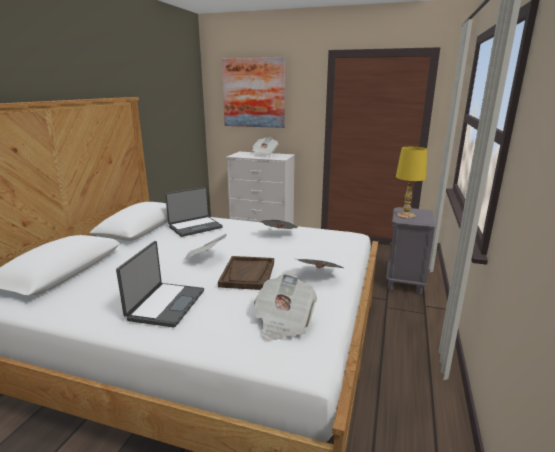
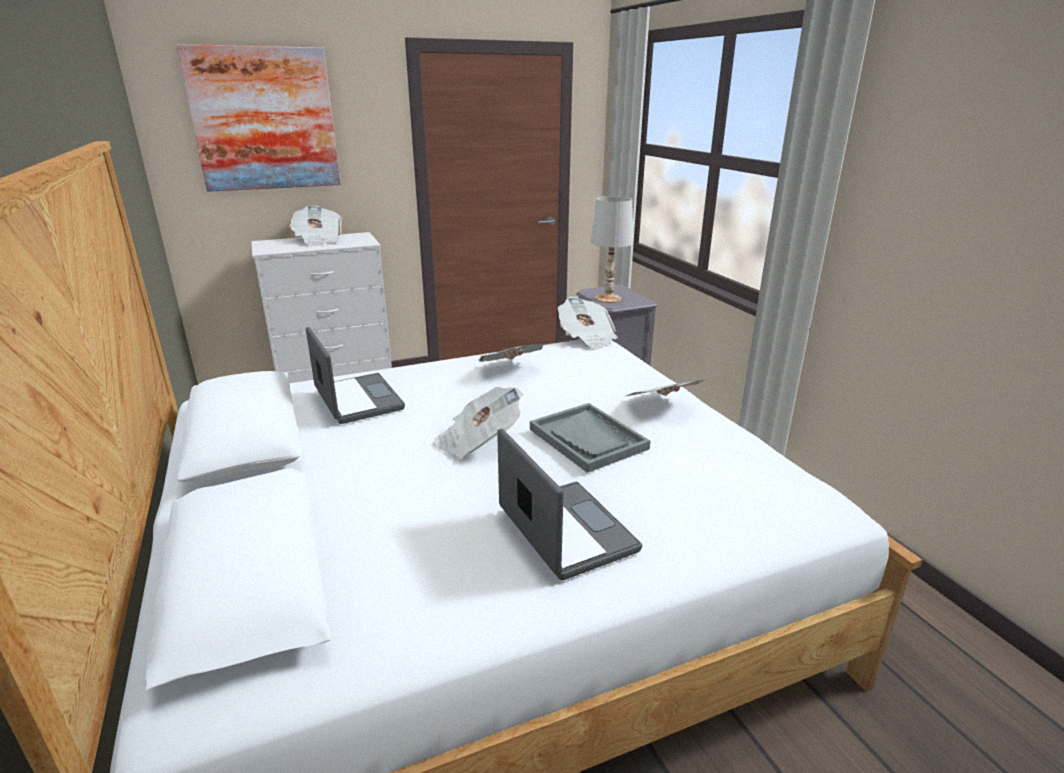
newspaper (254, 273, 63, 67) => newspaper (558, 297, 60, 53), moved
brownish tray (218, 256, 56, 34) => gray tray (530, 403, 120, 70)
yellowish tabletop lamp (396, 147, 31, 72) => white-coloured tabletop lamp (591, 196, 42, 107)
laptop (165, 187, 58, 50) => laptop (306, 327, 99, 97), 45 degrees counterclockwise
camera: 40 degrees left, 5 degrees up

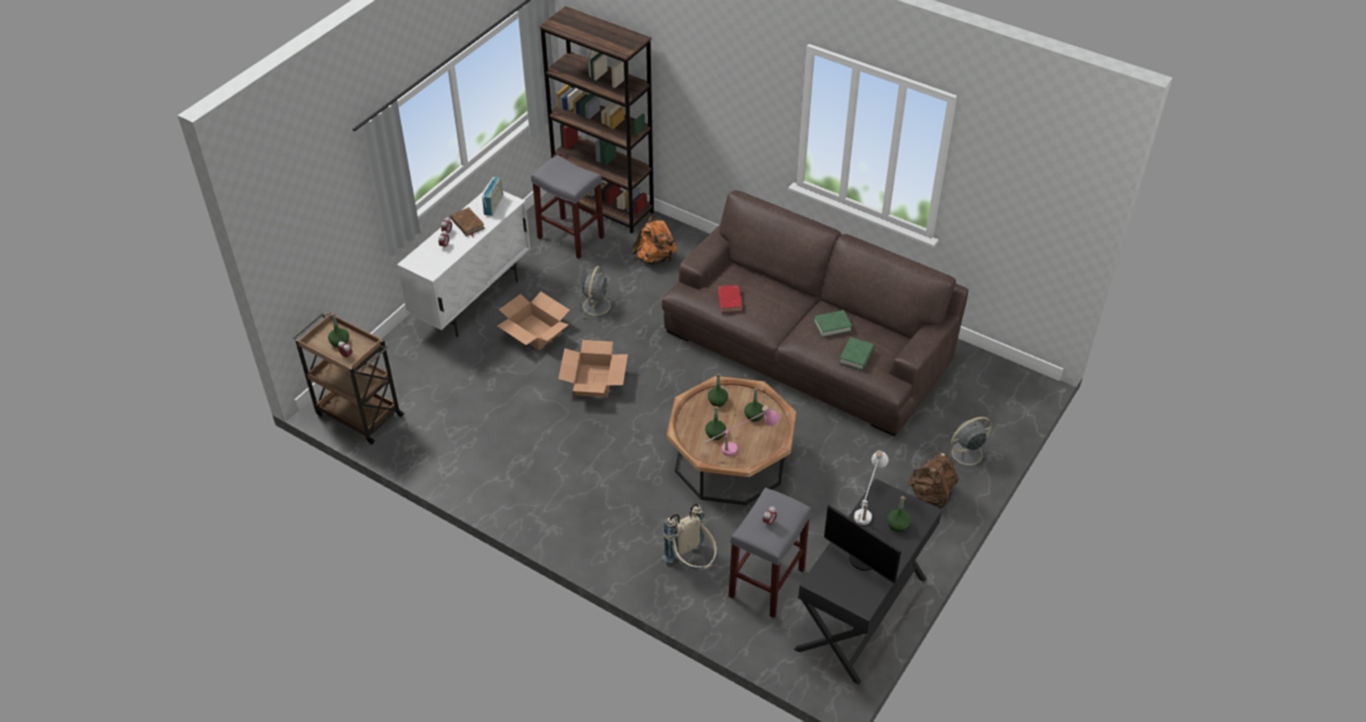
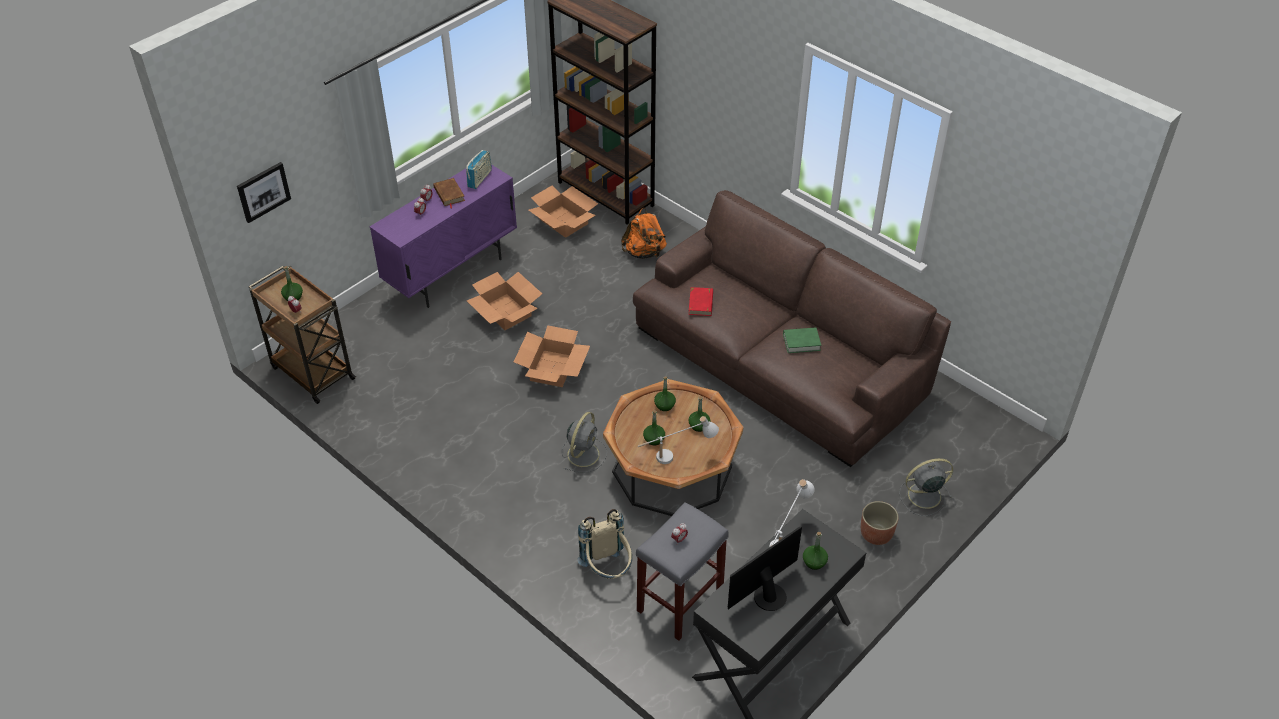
green book (839, 337, 35, 33) => nothing
nothing => wall picture (237, 162, 54, 61)
gray cooling fan (578, 266, 39, 54) => gray cooling fan (562, 412, 45, 61), moved
gray stool seat (531, 155, 73, 104) => carton (529, 185, 69, 53)
brownish rucksack (908, 453, 51, 56) => flower pot (861, 501, 38, 44)
white-coloured cabinet (397, 191, 133, 146) => purple-coloured cabinet (370, 164, 147, 144)
pink-coloured tabletop lamp (705, 406, 75, 50) => white-coloured tabletop lamp (638, 416, 81, 48)
computer screen (824, 504, 77, 79) => computer screen (728, 527, 74, 84), 90 degrees clockwise
camera: 10 degrees right, 0 degrees up

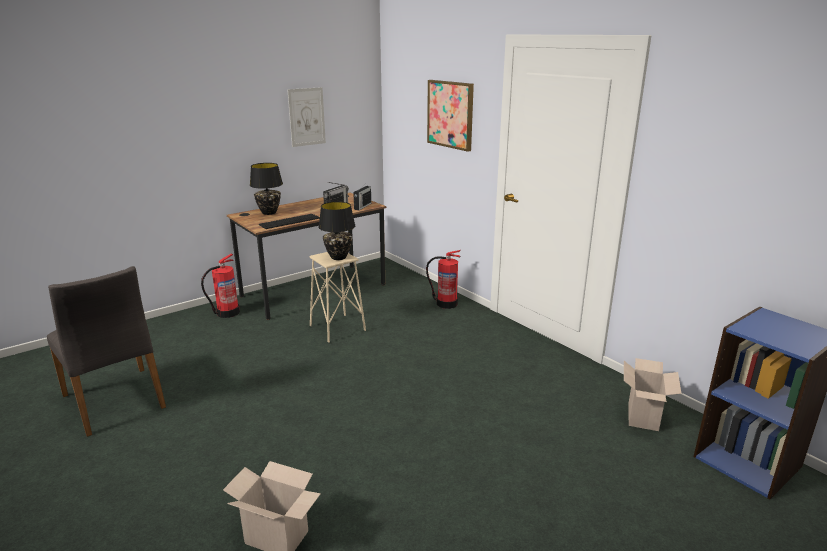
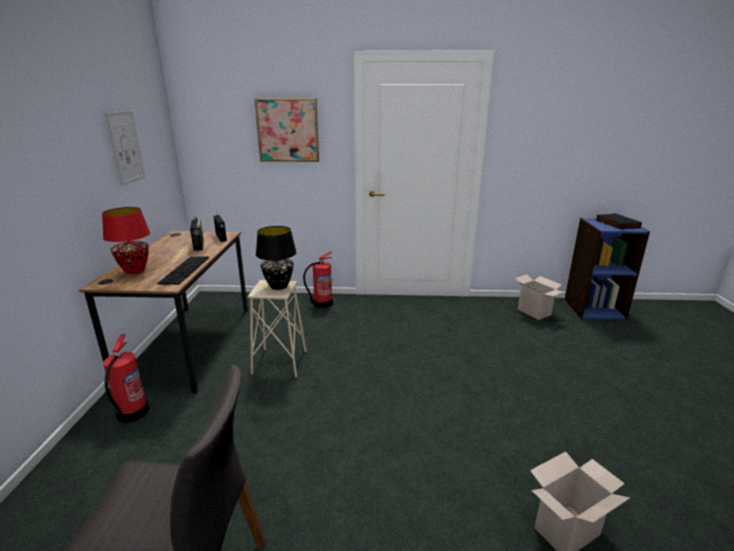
nothing => black book (595, 213, 47, 16)
black tabletop lamp (250, 163, 33, 52) => red-coloured tabletop lamp (102, 207, 48, 67)
camera: 50 degrees left, 0 degrees up

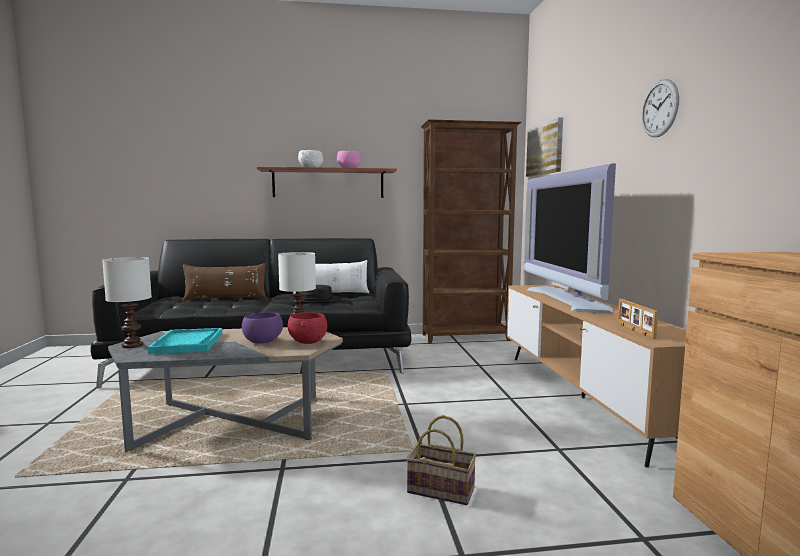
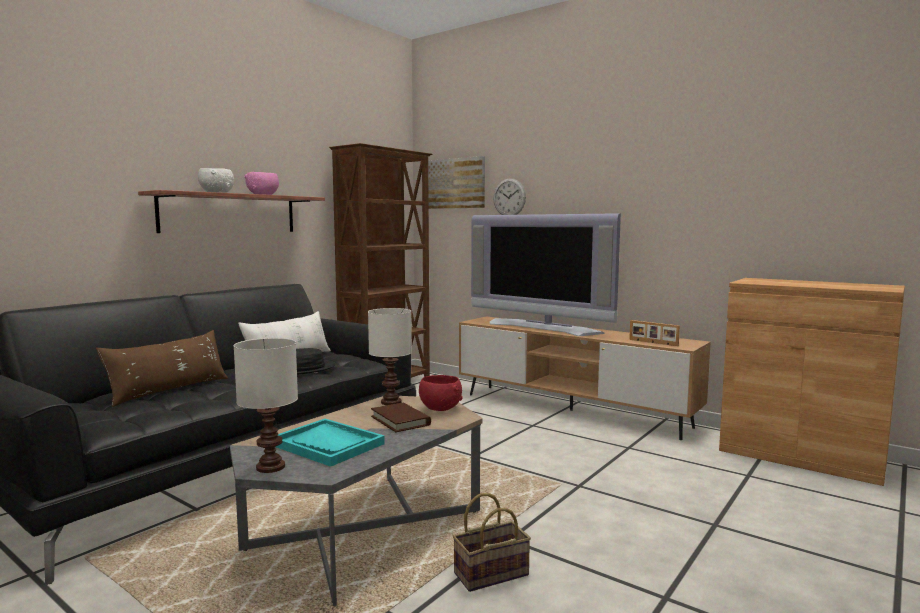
household basket (406, 415, 70, 90) => household basket (453, 493, 78, 99), moved
clock on the wall (642, 79, 37, 58) => clock on the wall (493, 178, 33, 37), moved
purple-coloured serving bowl (242, 312, 41, 32) => brownish book (371, 403, 60, 29)
camera: 45 degrees left, 0 degrees up

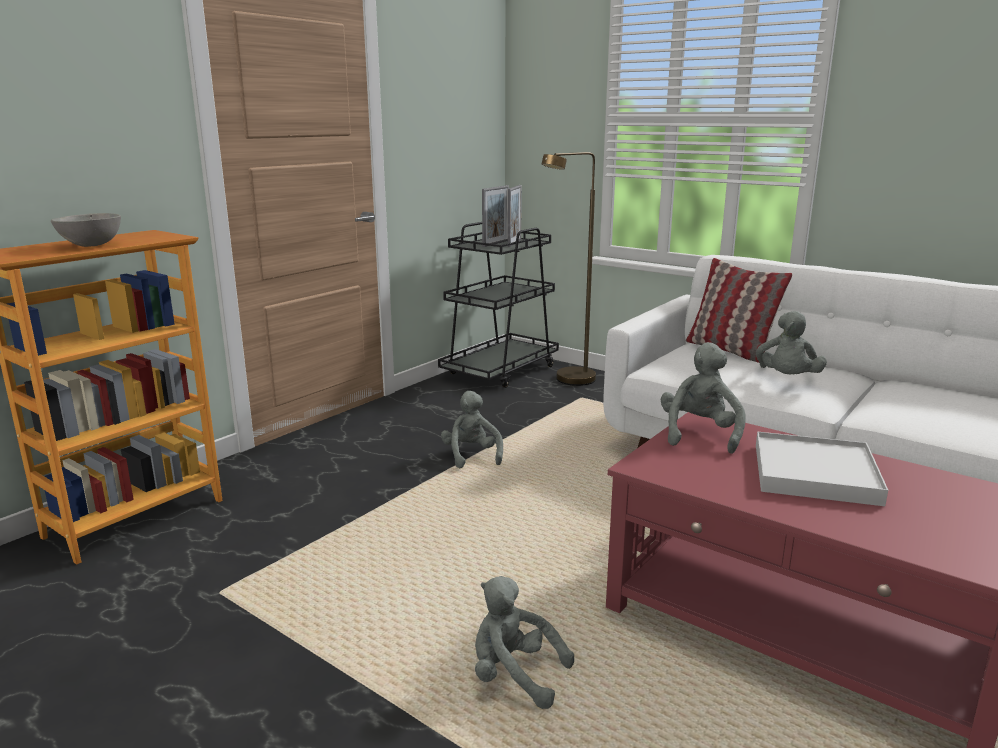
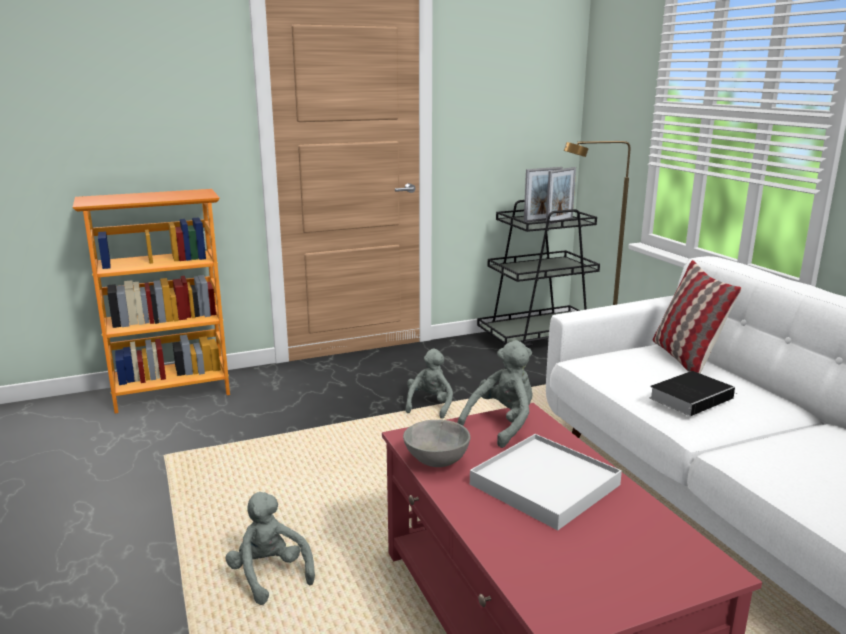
gray serving bowl (51, 213, 70, 34) => gray serving bowl (403, 420, 67, 47), moved
gray cuddly toy (756, 311, 71, 64) => book (649, 371, 86, 45)
camera: 30 degrees right, 0 degrees up

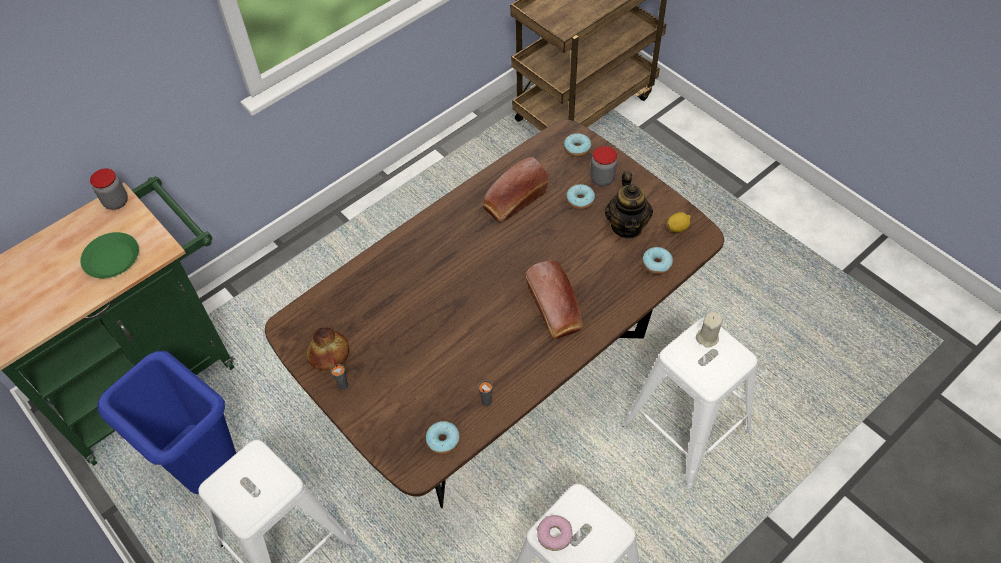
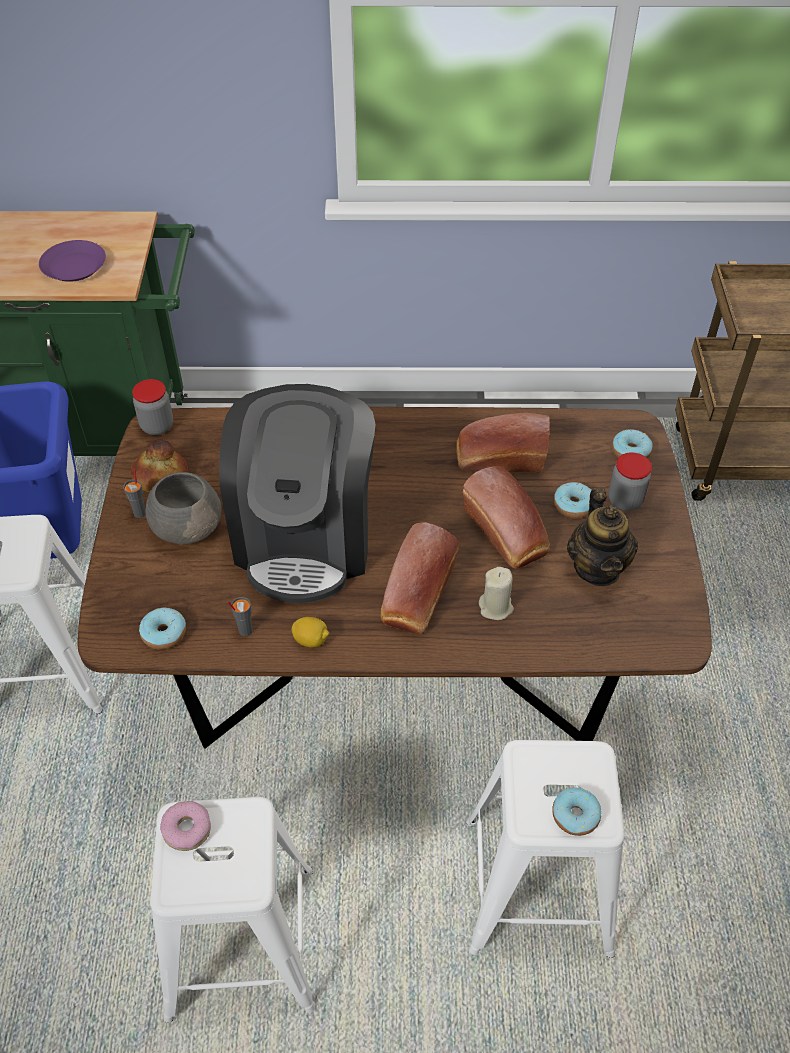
nothing => gray serving bowl (145, 472, 76, 73)
nothing => coffee brewer (219, 384, 156, 220)
nothing => bread (462, 466, 88, 103)
preserve jar (90, 168, 38, 42) => preserve jar (132, 379, 41, 56), moved
doughnut (642, 247, 31, 27) => doughnut (552, 787, 49, 49), moved
citrus fruit (667, 212, 24, 21) => citrus fruit (291, 617, 38, 31), moved
sand-coloured wax light (696, 311, 27, 37) => sand-coloured wax light (479, 567, 35, 53), moved
green flat dish (80, 232, 59, 46) => purple-coloured flat dish (39, 240, 67, 42)
pot for tea (605, 172, 48, 67) => pot for tea (567, 487, 71, 99), 45 degrees counterclockwise
camera: 40 degrees right, 5 degrees down

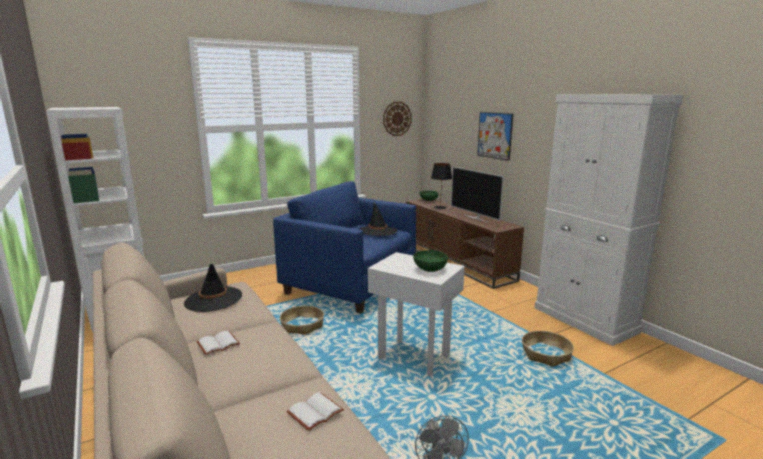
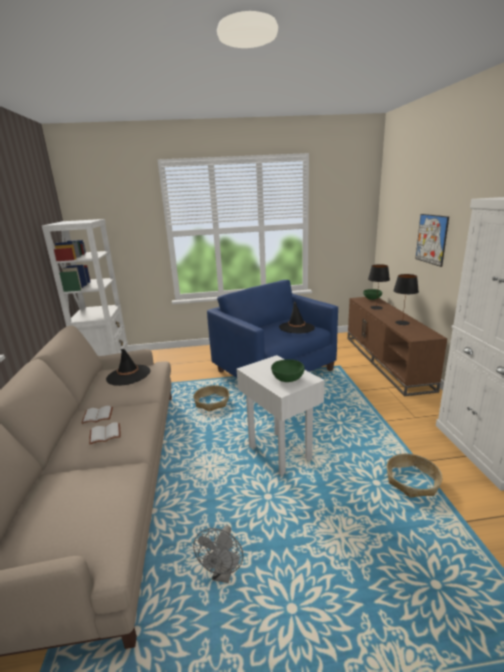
clock on the wall (383, 102, 29, 34) => nothing
white-coloured book (287, 392, 57, 39) => white-coloured book (89, 422, 32, 23), moved
television (451, 167, 53, 55) => black tabletop lamp (393, 274, 26, 51)
camera: 25 degrees right, 5 degrees up

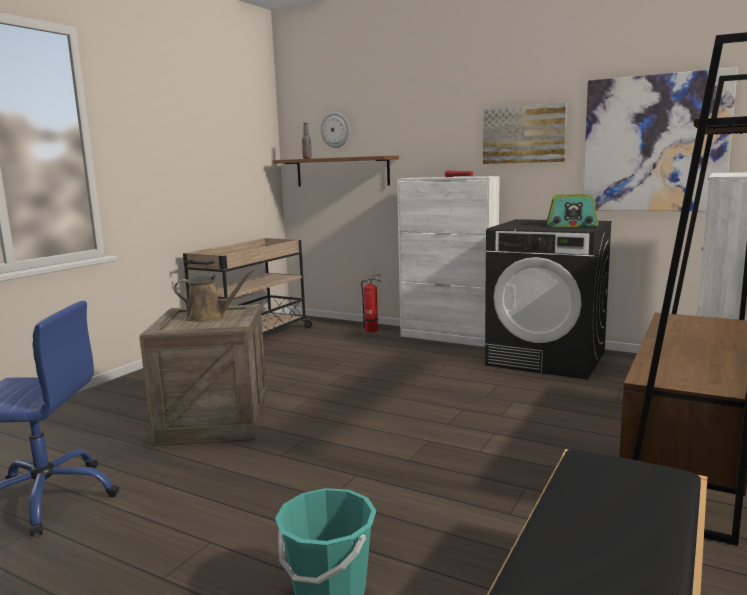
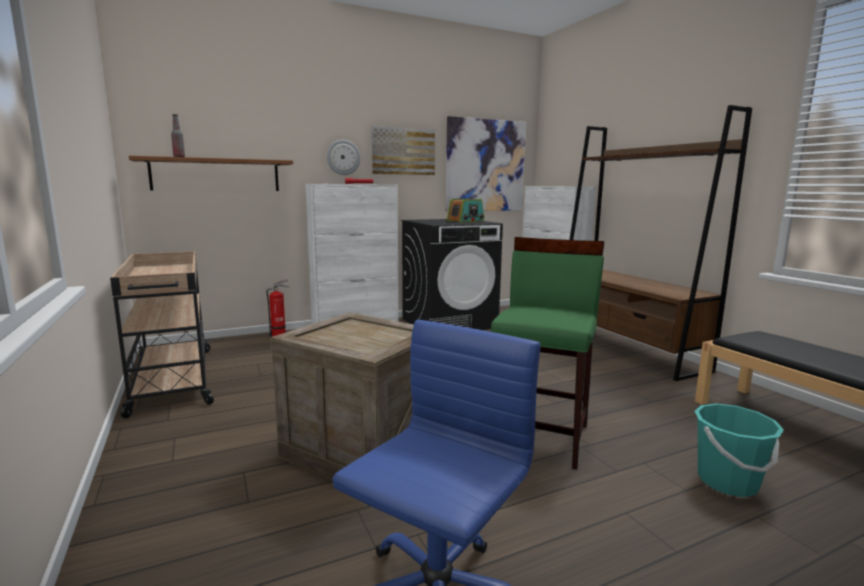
brownish watering pot (174, 269, 81, 53) => nothing
nothing => green stool seat (491, 237, 114, 233)
clock on the wall (321, 112, 29, 36) => clock on the wall (327, 140, 33, 35), moved
camera: 55 degrees left, 0 degrees up

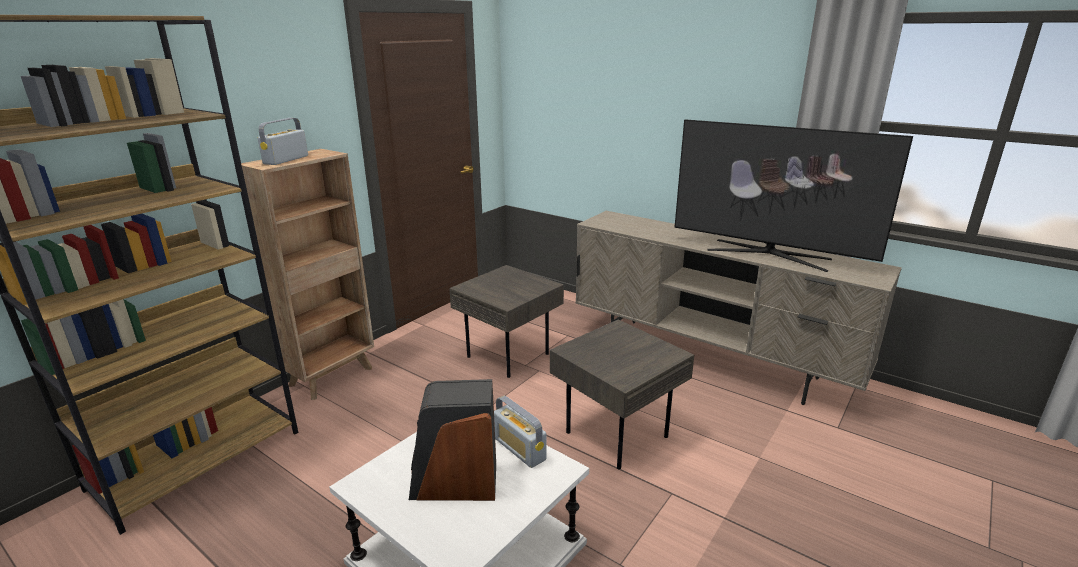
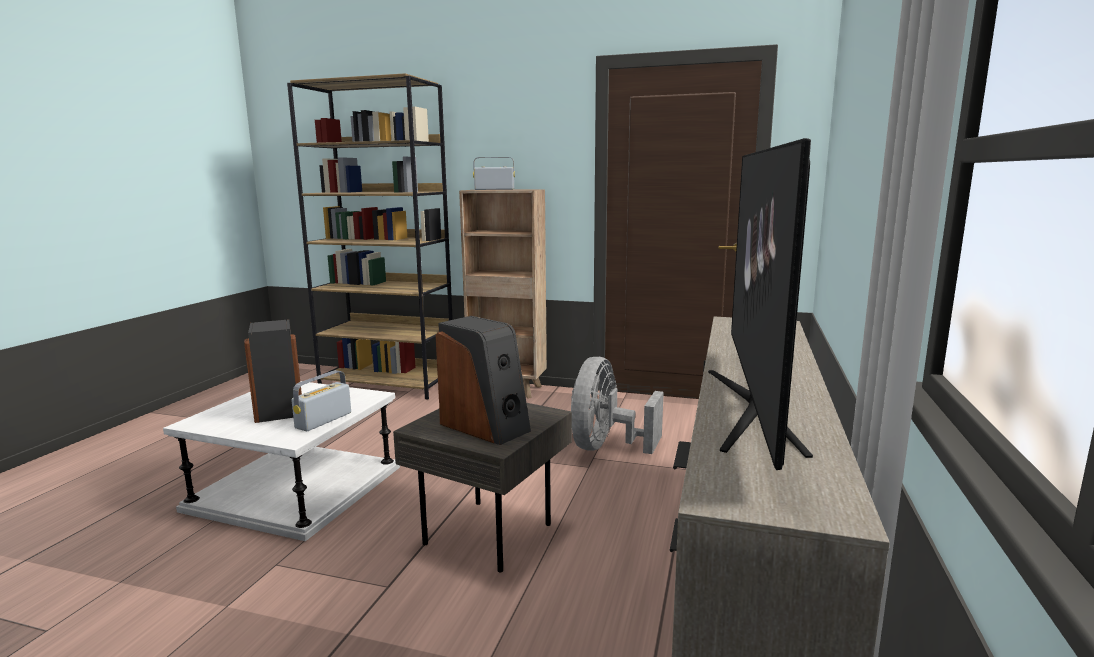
nothing => speaker (436, 316, 95, 129)
gray accent table (449, 265, 115, 113) => gray cooling fan (571, 357, 93, 97)
camera: 70 degrees right, 10 degrees down

